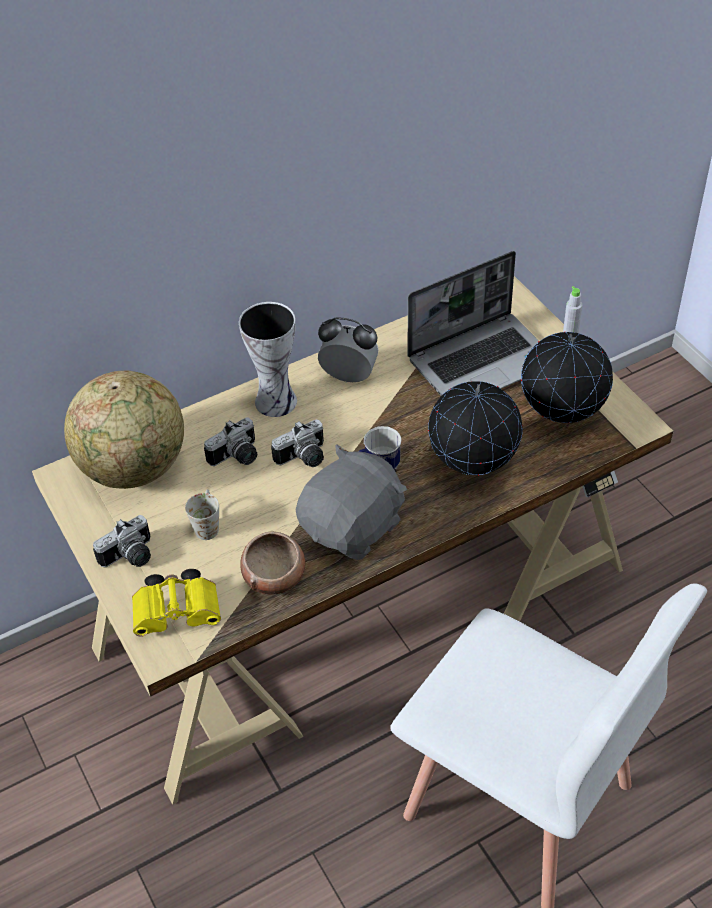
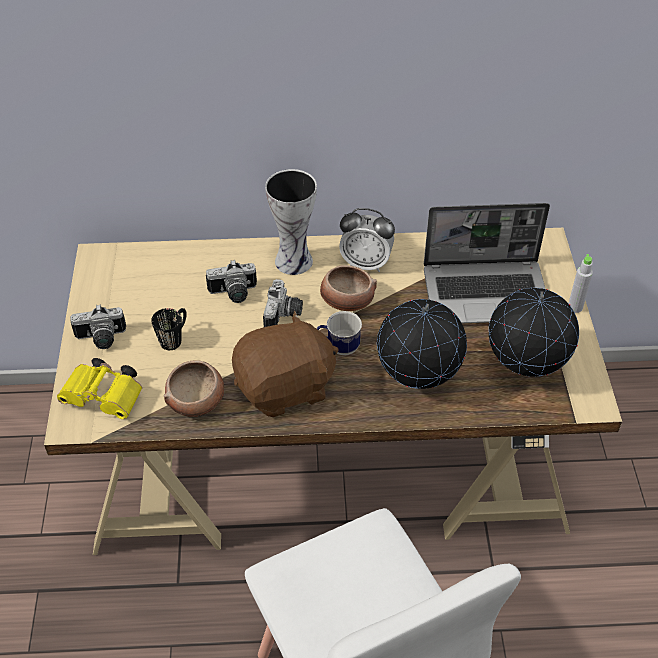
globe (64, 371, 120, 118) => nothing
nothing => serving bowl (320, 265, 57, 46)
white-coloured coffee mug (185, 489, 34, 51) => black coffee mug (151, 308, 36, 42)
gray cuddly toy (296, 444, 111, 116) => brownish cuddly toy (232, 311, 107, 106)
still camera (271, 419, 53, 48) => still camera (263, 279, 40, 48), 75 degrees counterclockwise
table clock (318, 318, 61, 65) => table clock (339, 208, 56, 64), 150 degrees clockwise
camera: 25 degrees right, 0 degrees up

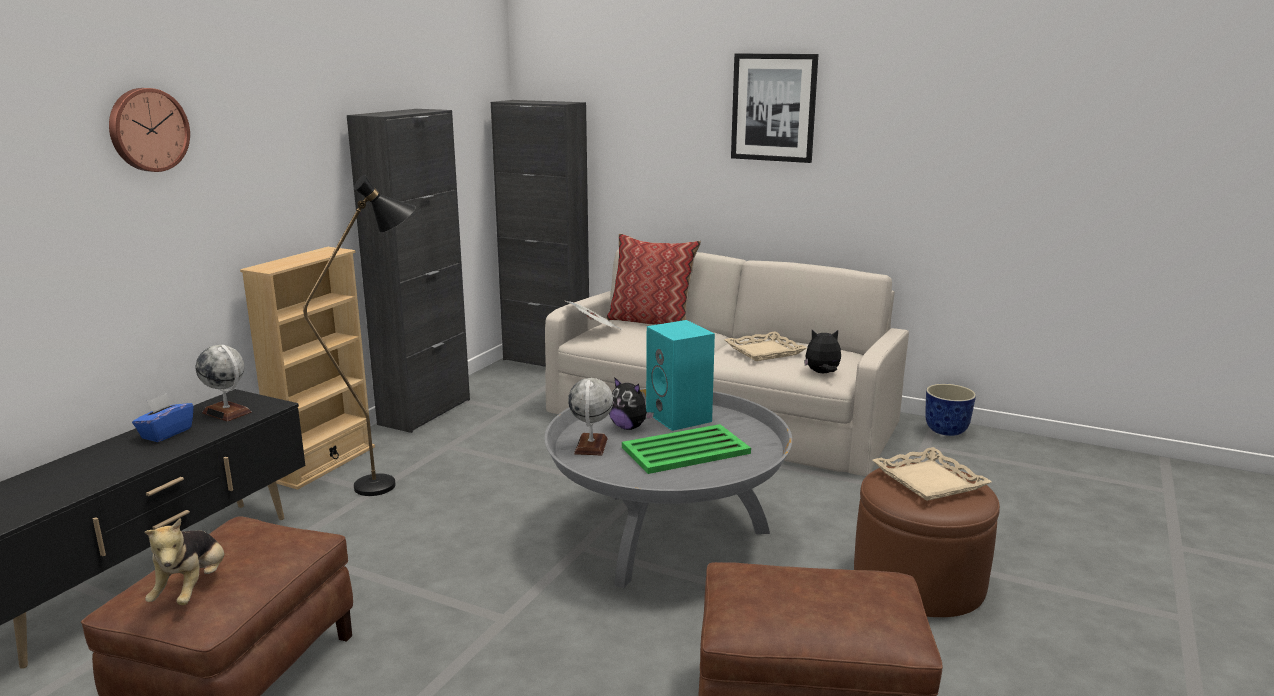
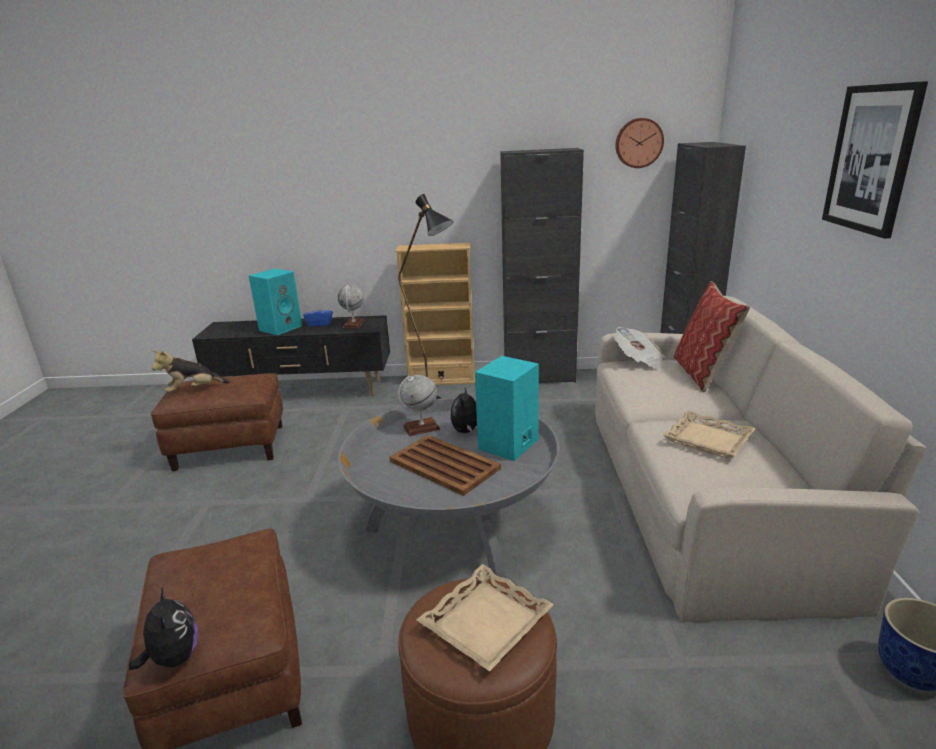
nothing => blue-green speaker (249, 268, 53, 67)
clock on the wall (109, 88, 81, 84) => clock on the wall (616, 118, 48, 50), moved
cuddly toy (804, 330, 37, 43) => cuddly toy (129, 587, 69, 83), moved
green tray (622, 424, 129, 50) => brownish tray (389, 435, 112, 61)
camera: 65 degrees right, 5 degrees up

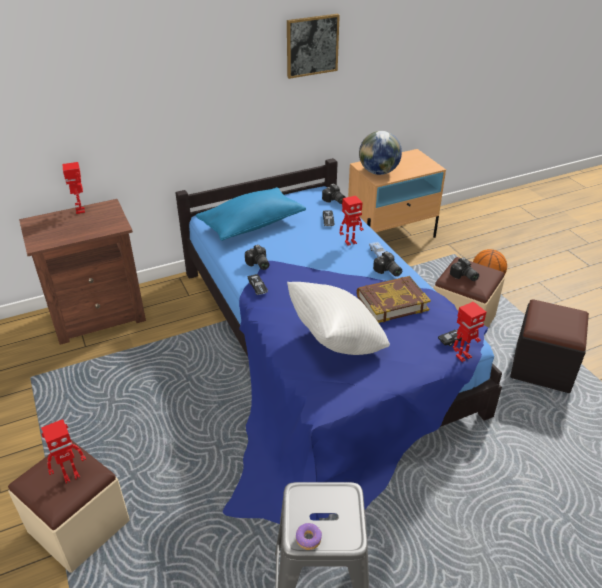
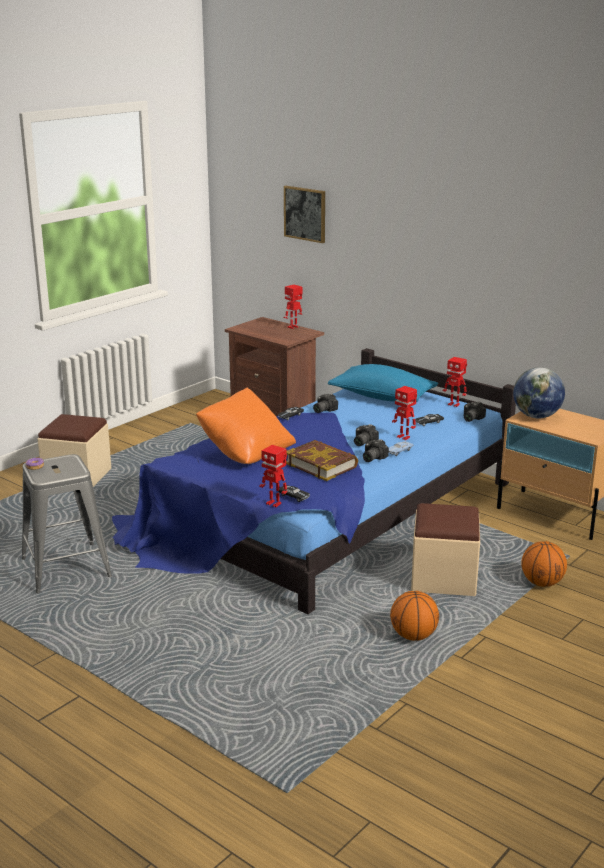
model robot (41, 419, 45, 64) => model robot (443, 357, 24, 50), moved
wall picture (287, 14, 53, 65) => wall picture (284, 186, 41, 57), moved
still camera (450, 257, 29, 24) => still camera (354, 424, 25, 22), moved
black footrest (510, 299, 79, 94) => basketball (390, 591, 49, 50)
white-coloured throw pillow (287, 282, 103, 73) => orangey throw pillow (196, 387, 100, 77)
camera: 65 degrees right, 15 degrees down

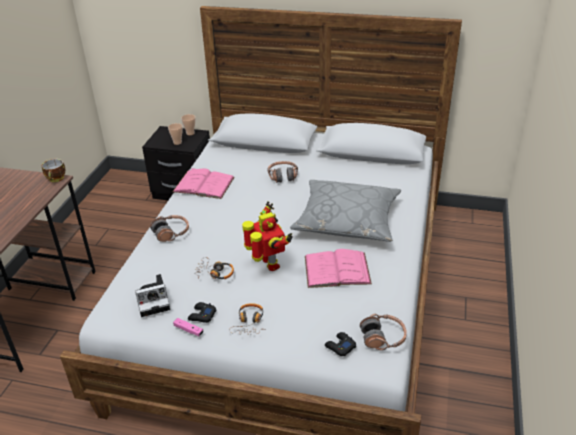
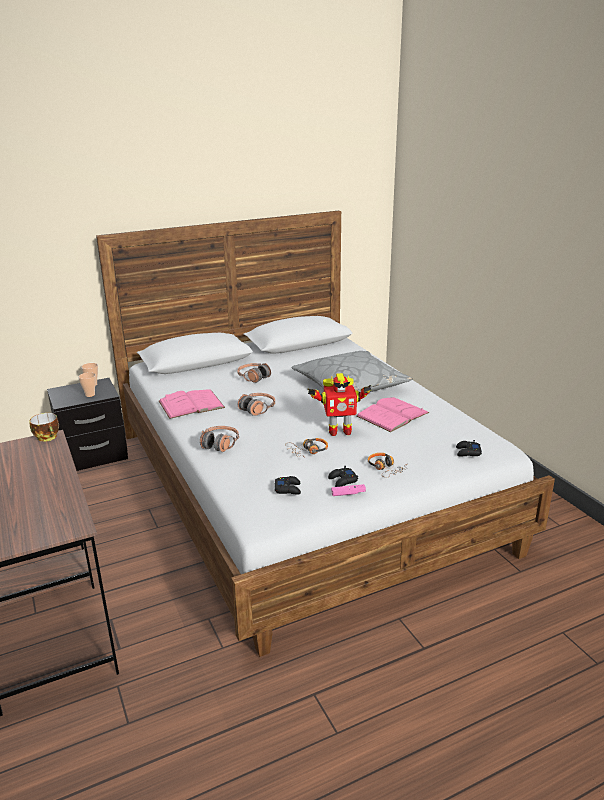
pair of headphones (360, 314, 47, 36) => pair of headphones (238, 393, 37, 23), moved
still camera (135, 274, 35, 43) => black game controller (275, 476, 26, 19)
model robot (242, 202, 51, 69) => model robot (307, 373, 65, 63), 150 degrees clockwise
camera: 40 degrees left, 10 degrees down

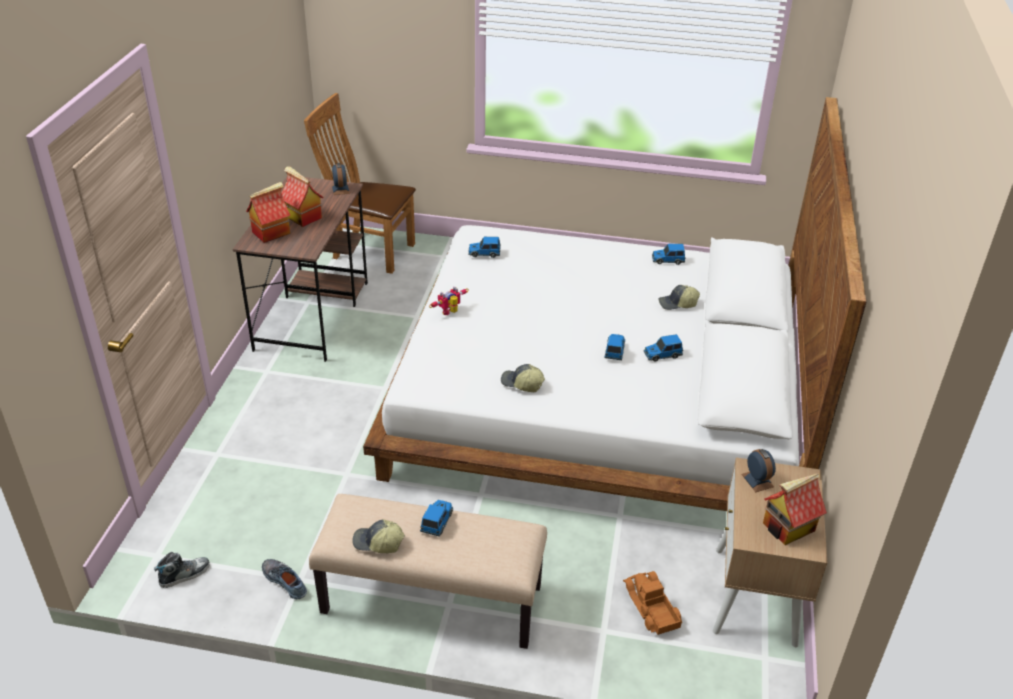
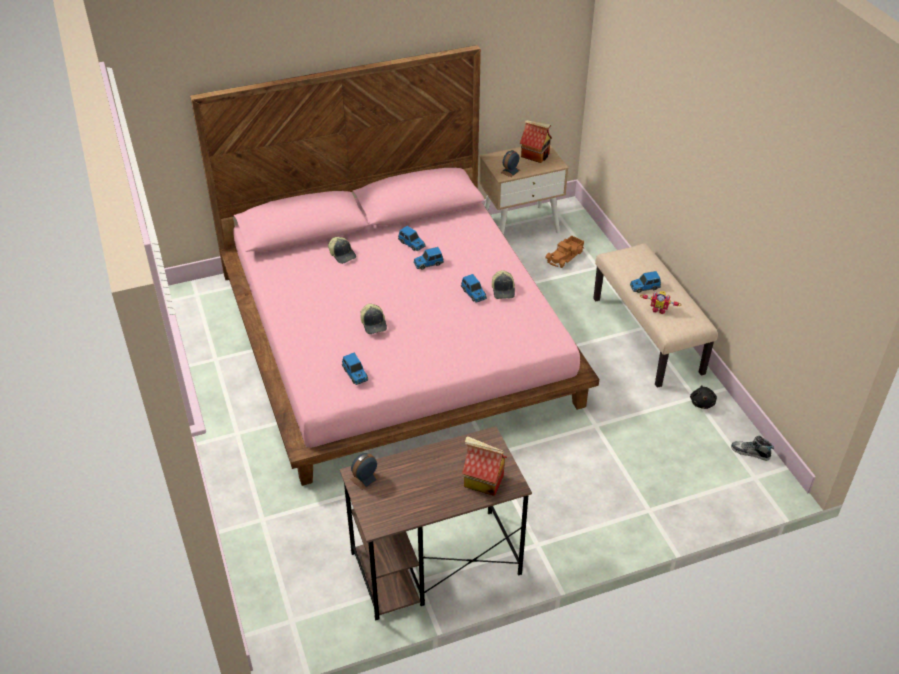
miniature house (281, 166, 43, 61) => nothing
brownish upright chair (304, 93, 112, 181) => nothing
baseball cap (352, 519, 53, 34) => baseball cap (361, 304, 26, 30), moved
model robot (429, 287, 40, 28) => model robot (640, 291, 42, 23), moved
toy car (652, 244, 33, 21) => toy car (461, 274, 26, 29), moved
shoe (262, 559, 45, 40) => black cuddly toy (690, 385, 27, 24)
white-coloured sleeping bed (363, 97, 504, 414) => pink-coloured sleeping bed (190, 45, 409, 441)
camera: 120 degrees left, 5 degrees up

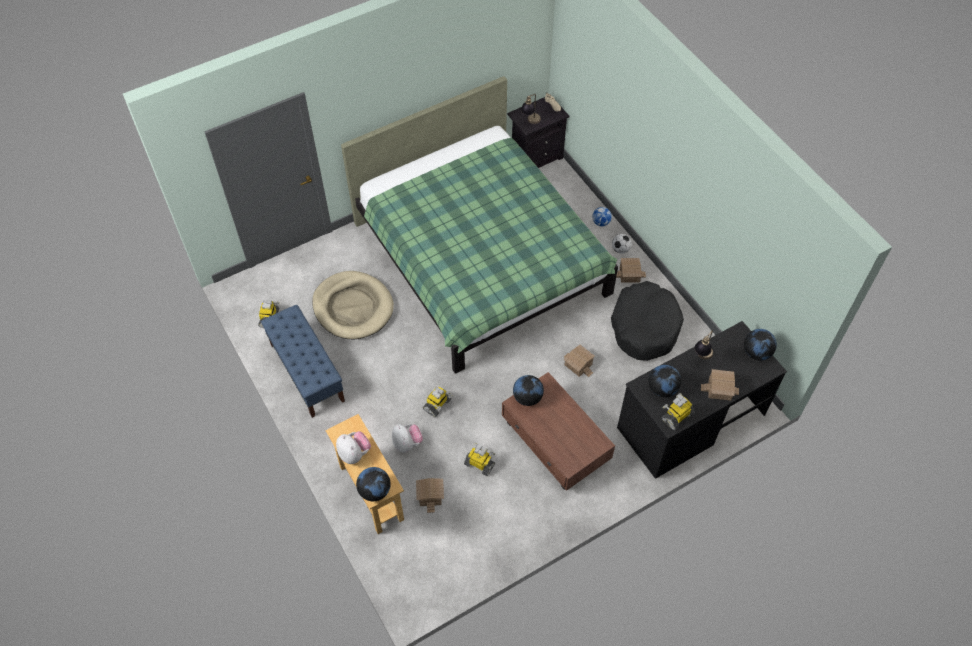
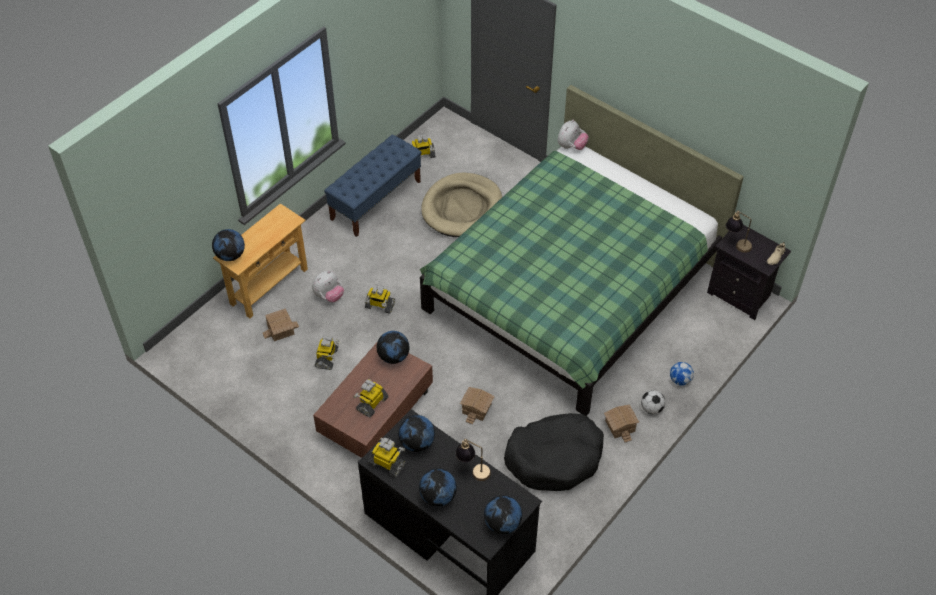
nothing => model robot (353, 379, 36, 38)
cuddly toy (336, 431, 35, 33) => cuddly toy (557, 120, 32, 30), moved
miniature house (701, 369, 38, 32) => globe (419, 468, 38, 39)
camera: 70 degrees right, 5 degrees down

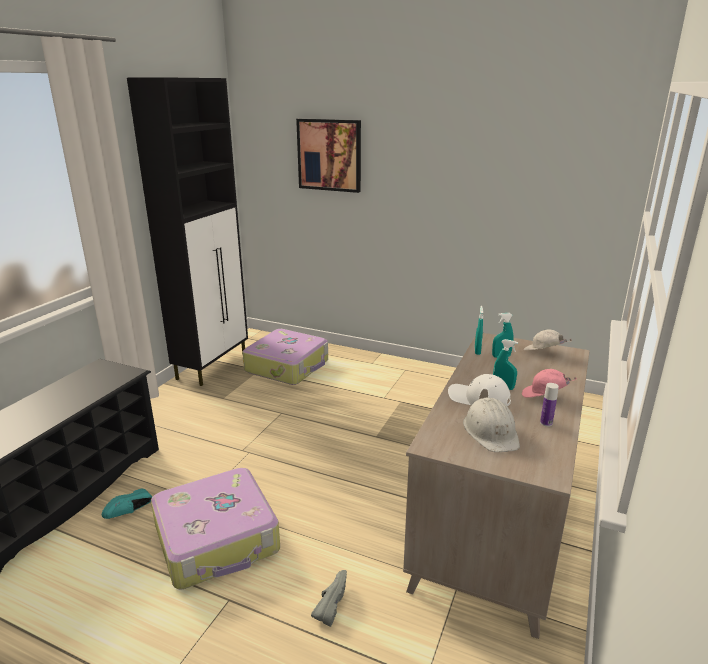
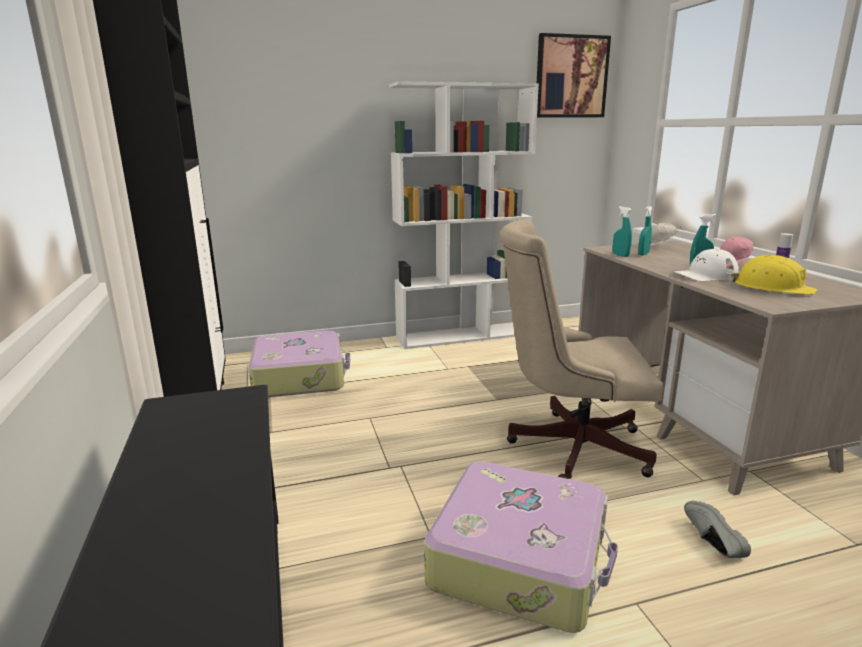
blue-green shoe (102, 489, 50, 30) => nothing
nothing => white-coloured bookcase (389, 81, 150, 268)
nothing => sand-coloured desk chair (500, 219, 163, 260)
wall picture (296, 119, 65, 74) => wall picture (537, 33, 74, 85), moved
white-coloured hard hat (463, 397, 57, 55) => yellowish hard hat (731, 255, 87, 40)
camera: 40 degrees left, 5 degrees down

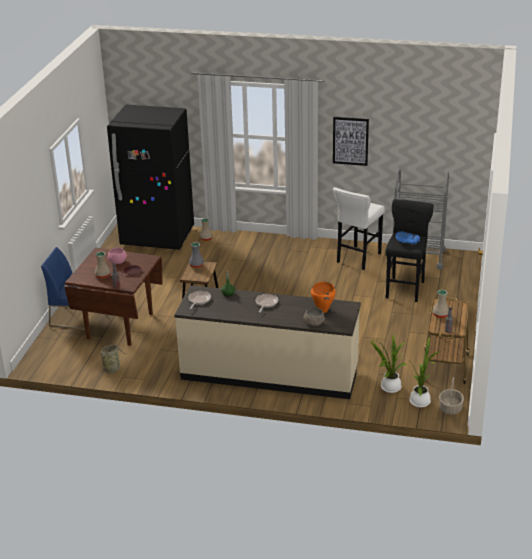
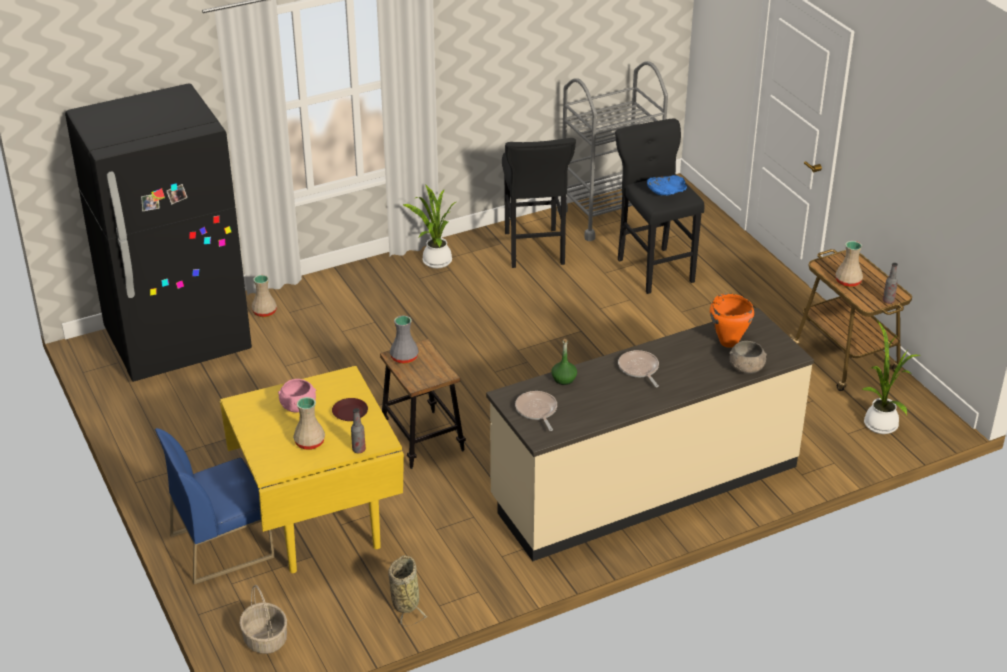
wall picture (333, 117, 36, 49) => nothing
houseplant (370, 335, 37, 58) => houseplant (403, 184, 53, 84), moved
household basket (439, 377, 25, 38) => household basket (239, 585, 48, 69), moved
brownish dining table (64, 248, 99, 98) => yellowish dining table (220, 366, 184, 207)
white-coloured stool seat (333, 187, 52, 83) => black stool seat (502, 138, 74, 130)
camera: 40 degrees left, 5 degrees up

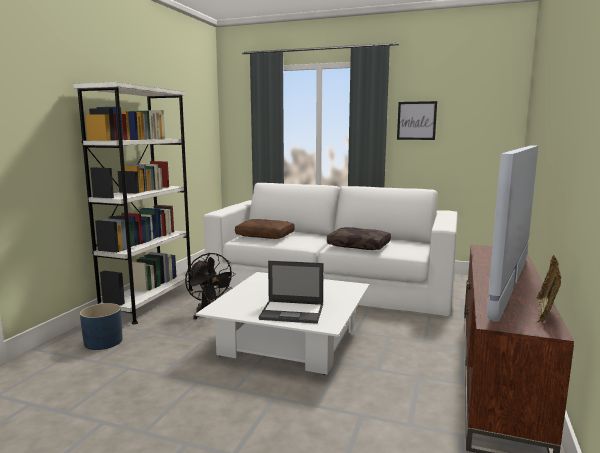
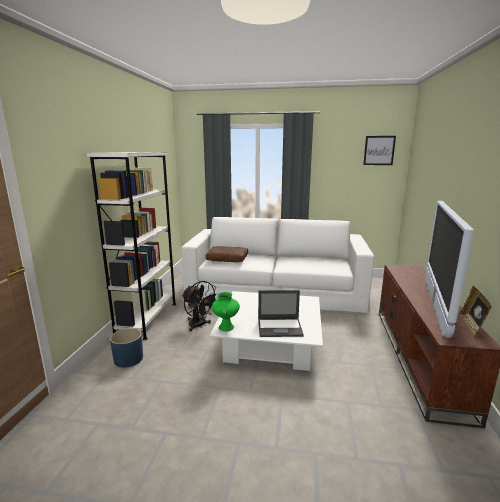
brownish throw pillow (327, 227, 64, 23) => nothing
nothing => green decorative vase (212, 292, 28, 40)
wall picture (397, 101, 40, 39) => wall picture (363, 136, 33, 29), moved
camera: 10 degrees left, 5 degrees up

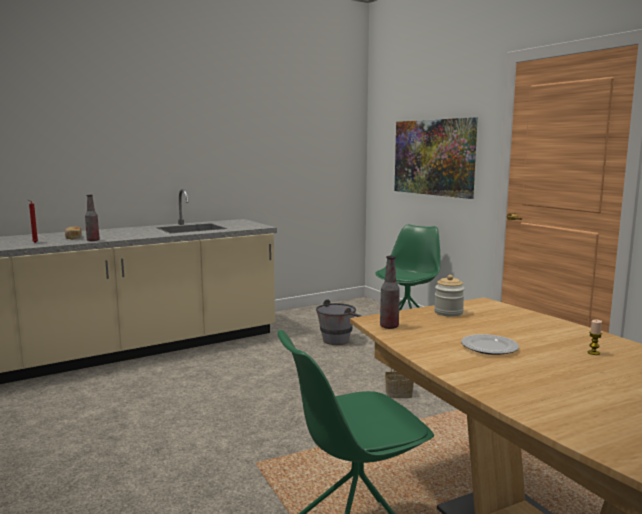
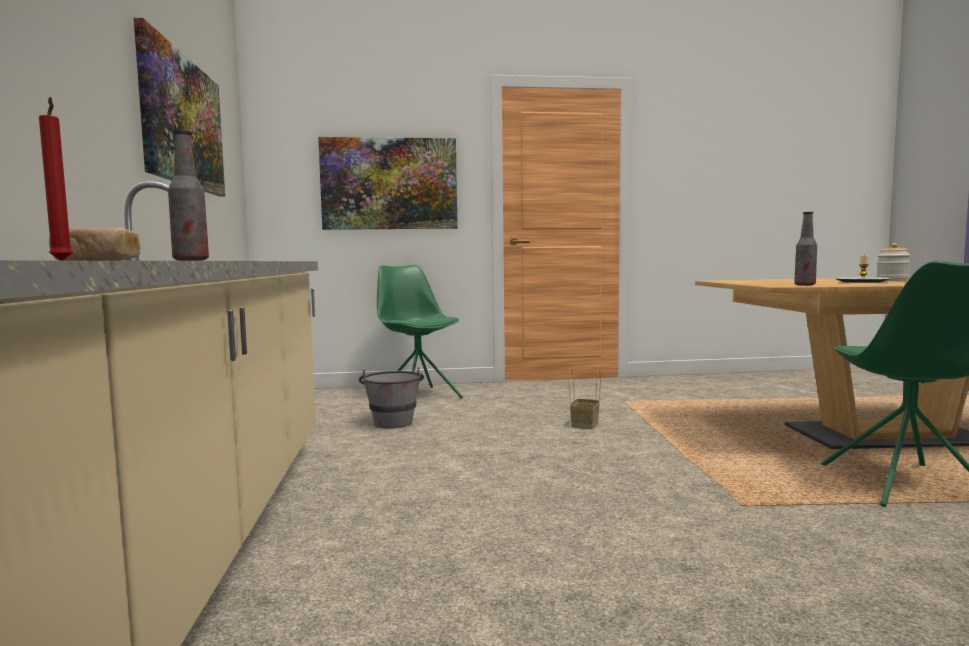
nothing => wall picture (134, 18, 91, 178)
preserve jar (434, 275, 31, 42) => preserve jar (876, 243, 35, 38), moved
camera: 65 degrees left, 5 degrees down

